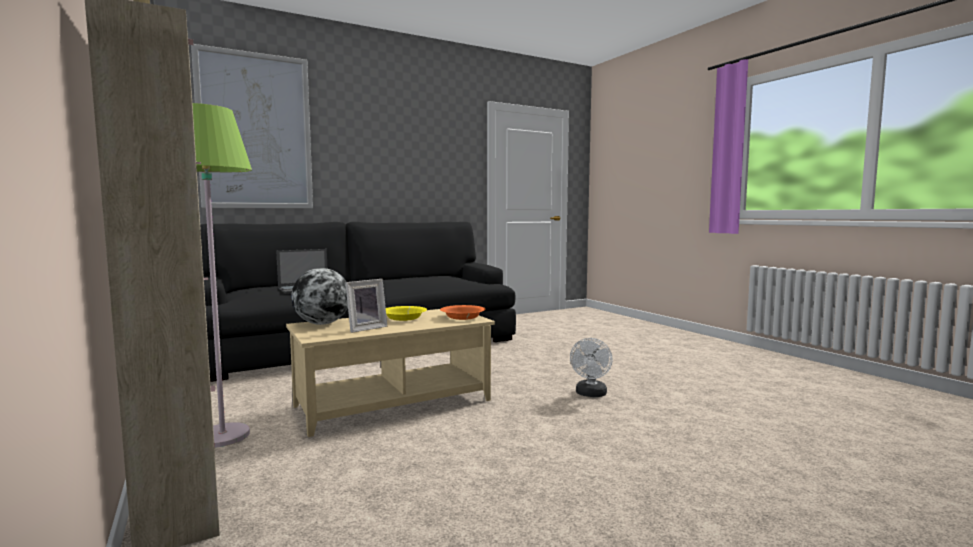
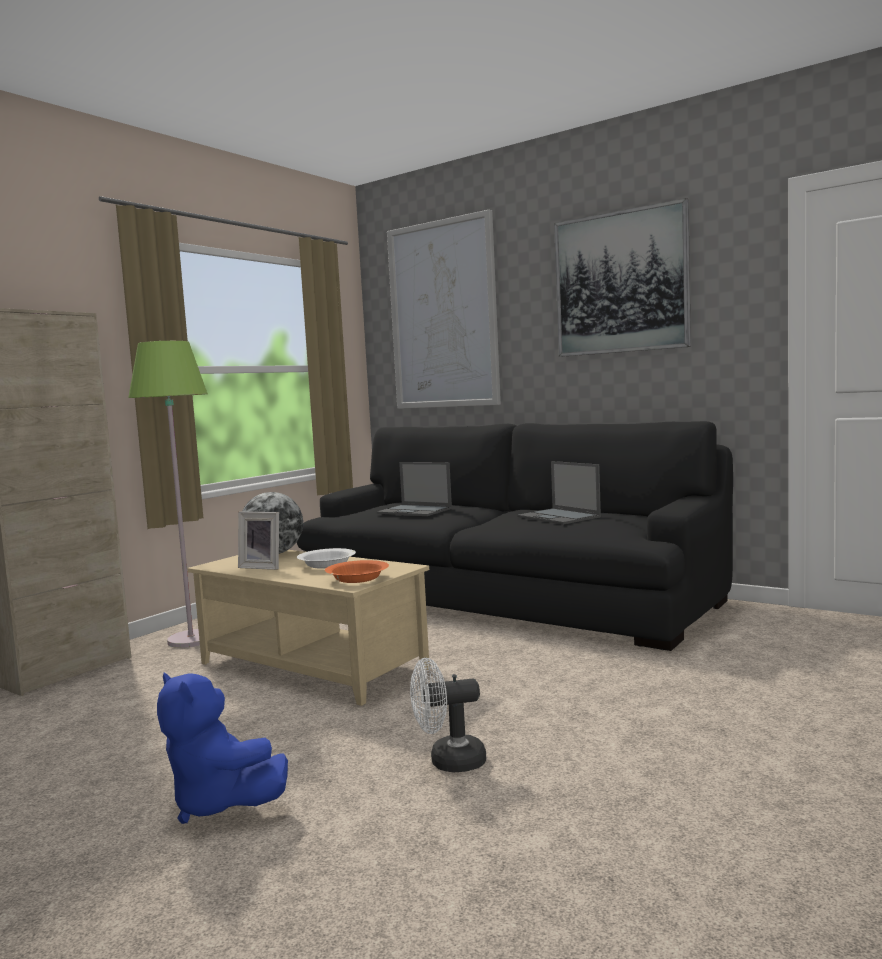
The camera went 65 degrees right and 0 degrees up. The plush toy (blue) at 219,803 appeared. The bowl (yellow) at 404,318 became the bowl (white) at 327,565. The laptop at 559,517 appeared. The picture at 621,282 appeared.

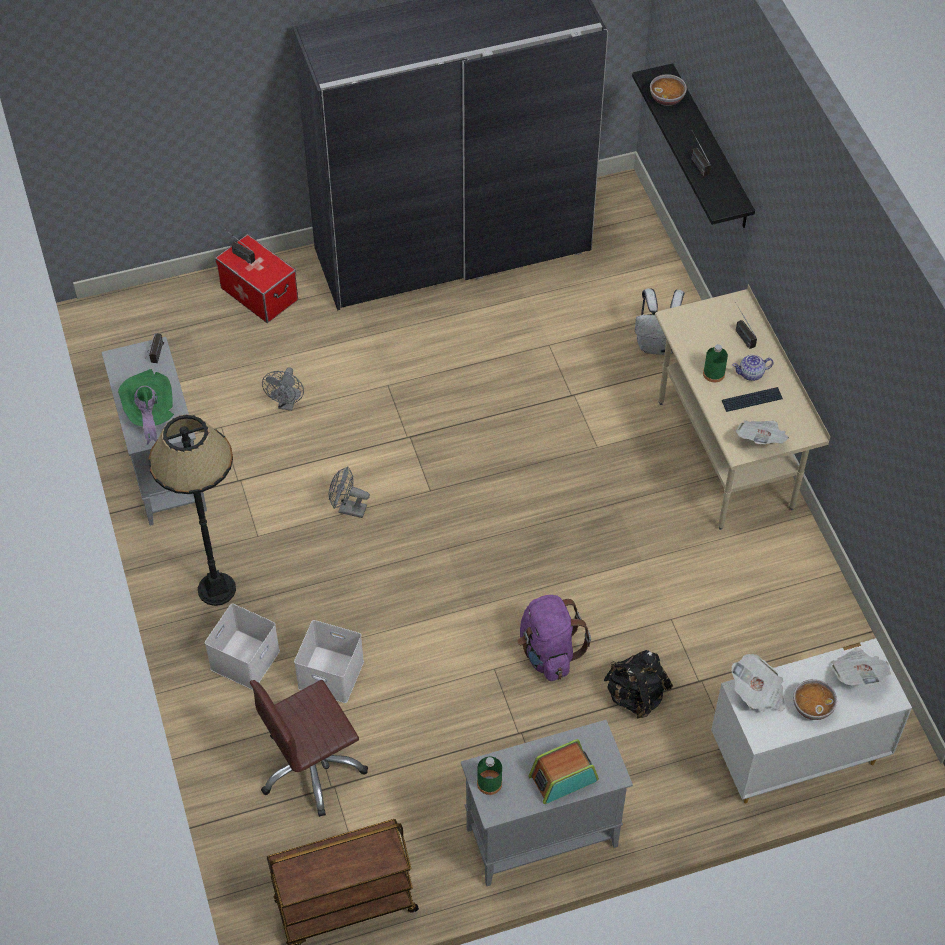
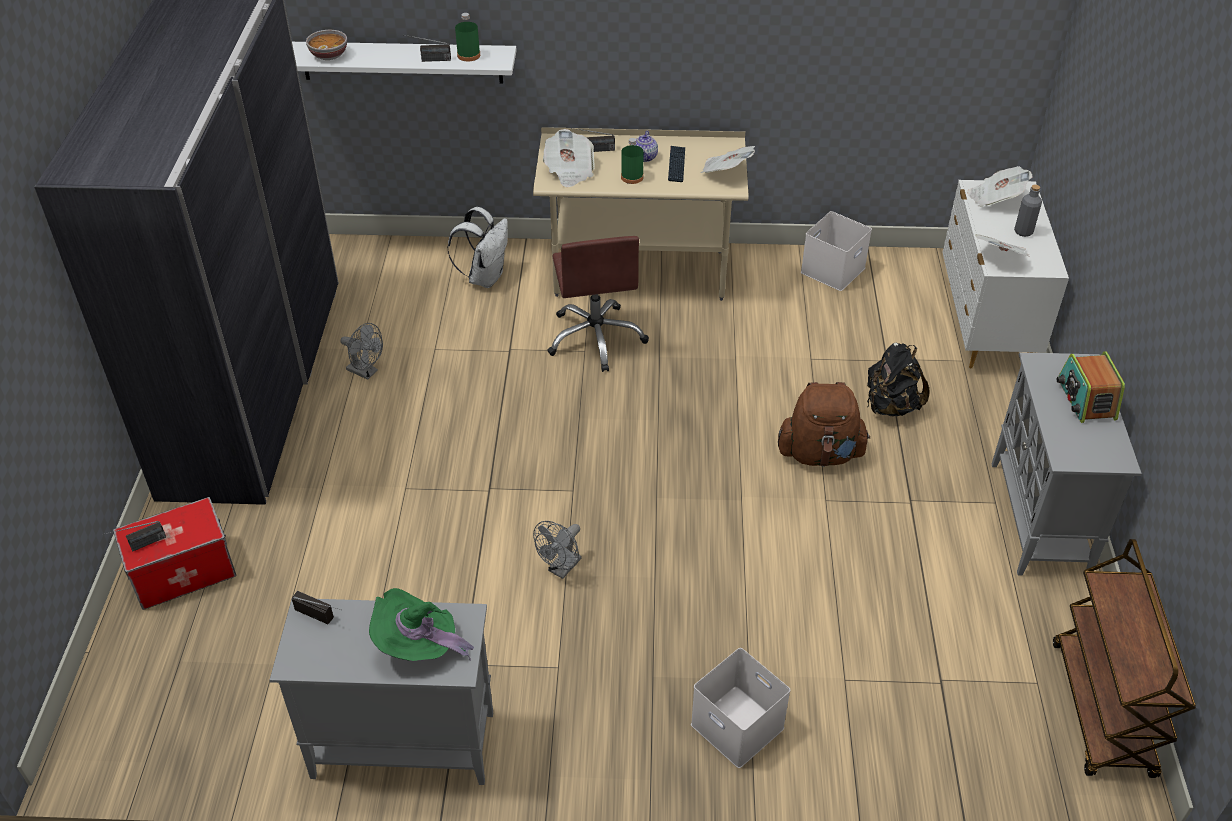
The camera went 70 degrees left and 10 degrees down. The shelf (black) at 710,148 became the shelf (white) at 402,62. The fan (grey) moved from 287,404 to 366,372. The bottle (green) moved from 489,783 to 468,55. The newspaper at 569,171 appeared. The office chair (brown) moved from 312,768 to 596,338. The backpack (purple) at 548,653 became the backpack (brown) at 820,453. The storage box (white) moved from 332,674 to 832,269. The bowl at 812,706 was replaced by the bottle (grey) at 1023,231. The floor lamp (black) at 217,589 disappeared.

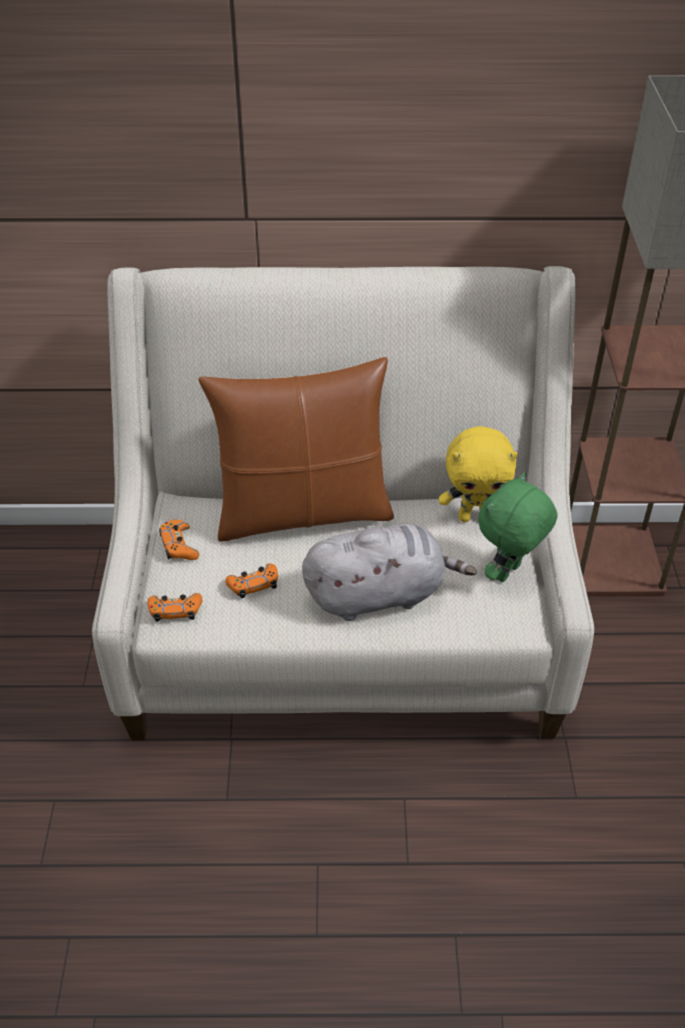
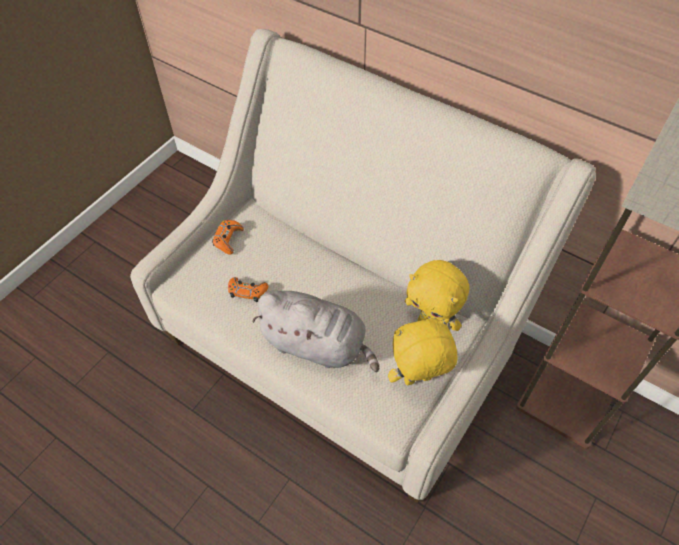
The camera went 35 degrees right and 10 degrees up. The plush toy (green) at 508,573 became the plush toy (yellow) at 417,381. The game controller (orange) at 175,610 disappeared. The pillow (brown) at 303,512 disappeared.

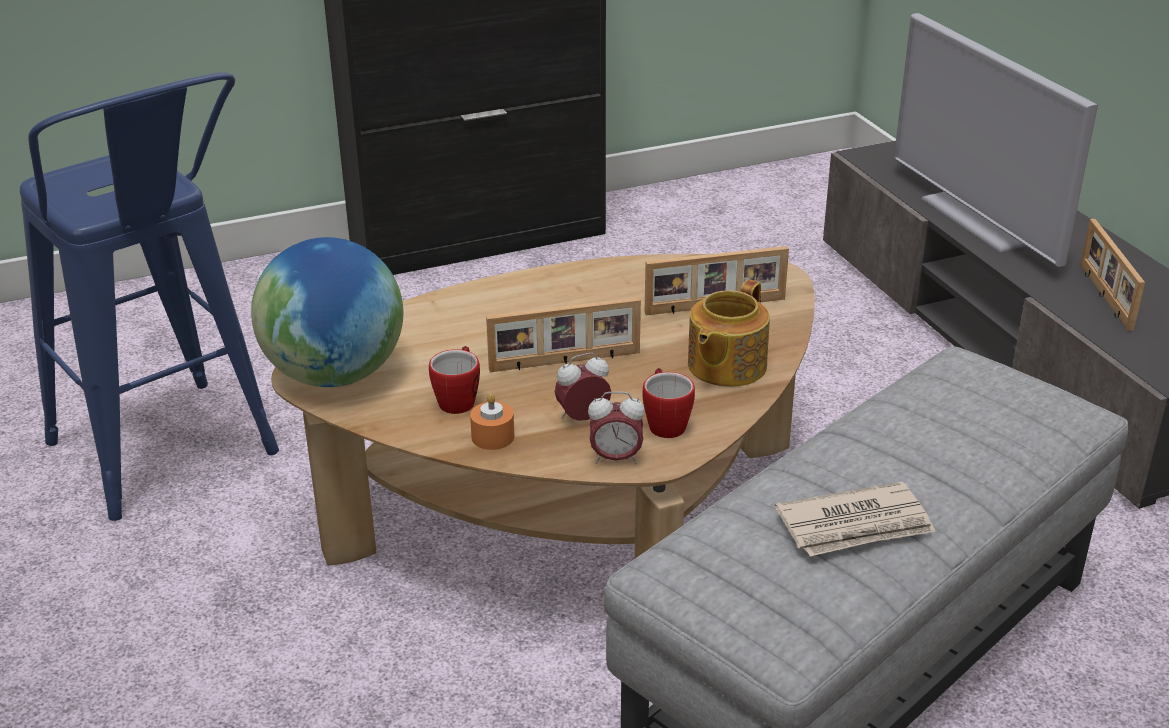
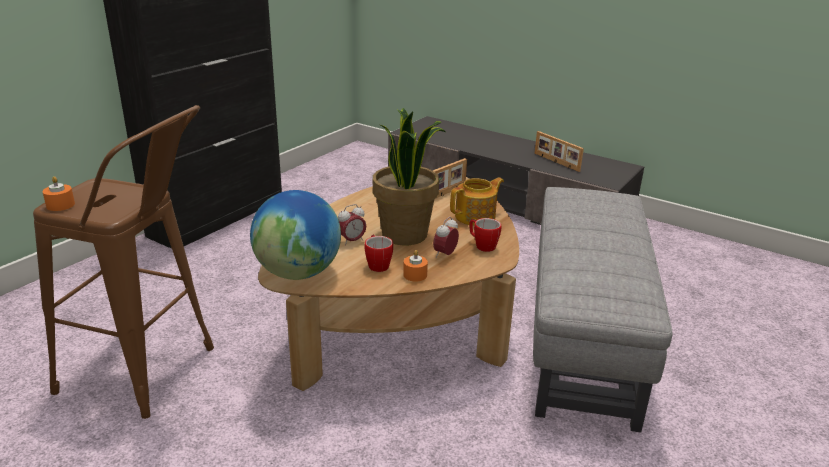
The camera went 35 degrees left and 5 degrees down. The stool (blue) at 172,460 became the stool (brown) at 150,374. The candle (orange) at 60,205 appeared. The alarm clock moved from 616,458 to 352,241. The picture frame at 565,362 was replaced by the potted plant at 405,235. The teapot at 725,366 turned 120 degrees counterclockwise. The newspaper at 856,525 disappeared. The television at 978,220 disappeared.

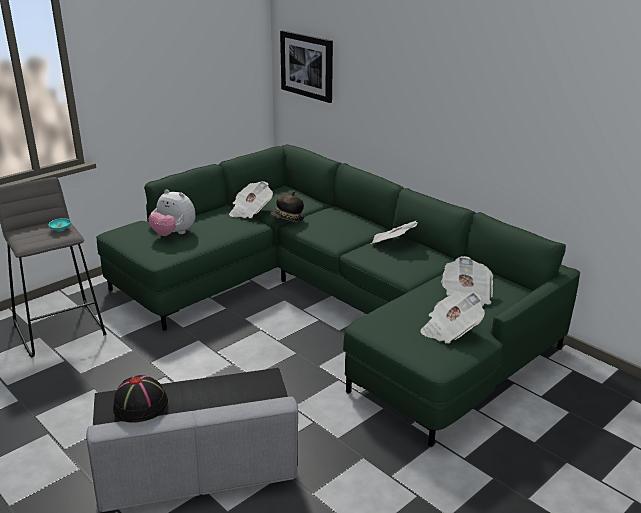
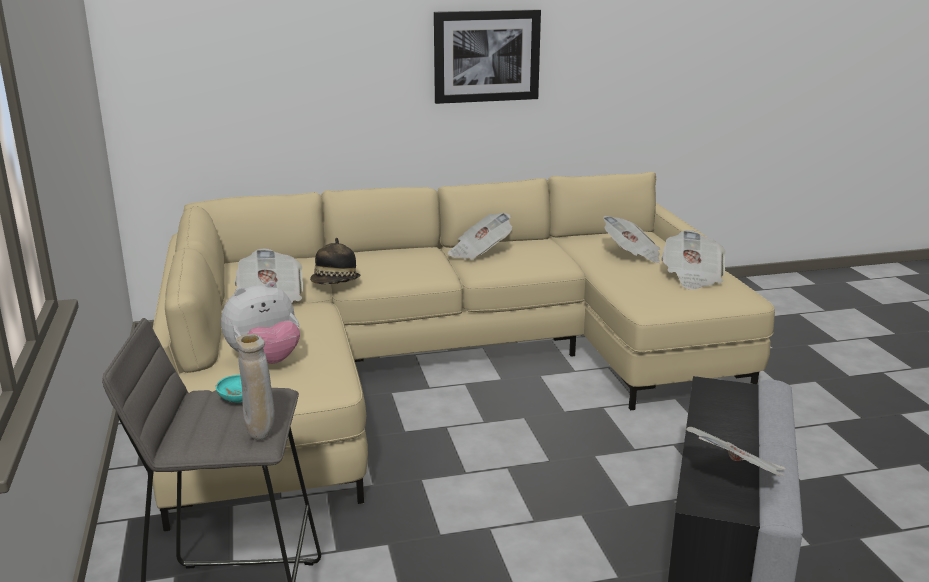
The camera went 60 degrees left and 5 degrees down. The sofa (green) at 332,303 became the sofa (beige) at 436,366. The vase (beige) at 261,435 appeared. The picture moved from 307,65 to 486,56. The hat (black) at 141,405 was replaced by the newspaper at 736,475.

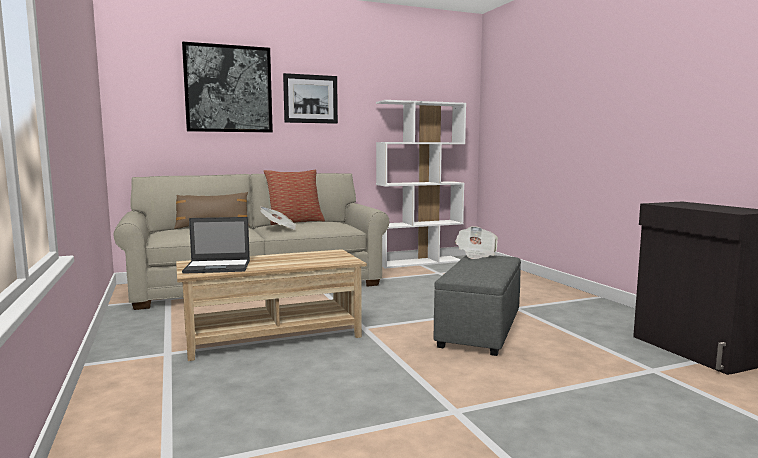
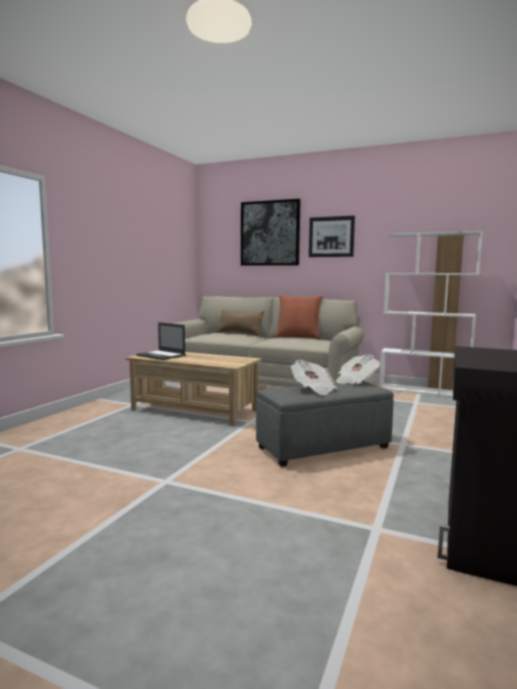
The camera went 45 degrees right and 0 degrees up. The newspaper moved from 279,228 to 313,389.

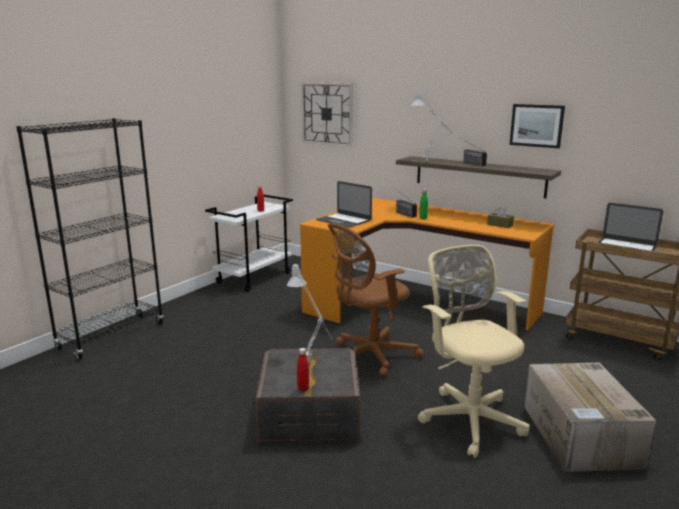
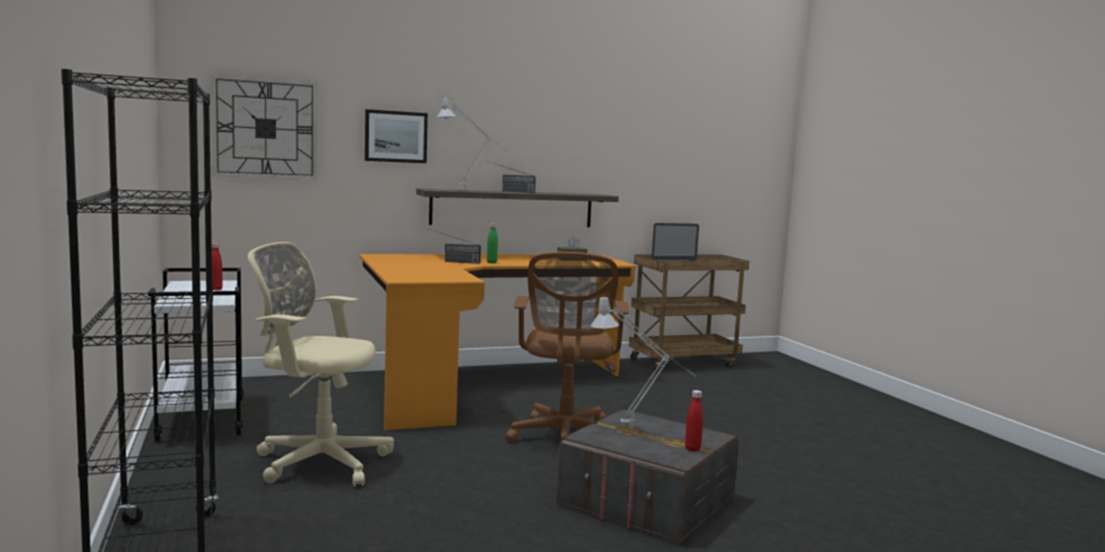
The camera went 55 degrees left and 10 degrees down. The office chair (beige) moved from 469,418 to 317,461. The picture moved from 536,125 to 396,136. The laptop at 343,220 disappeared. The cardboard box at 581,436 disappeared.

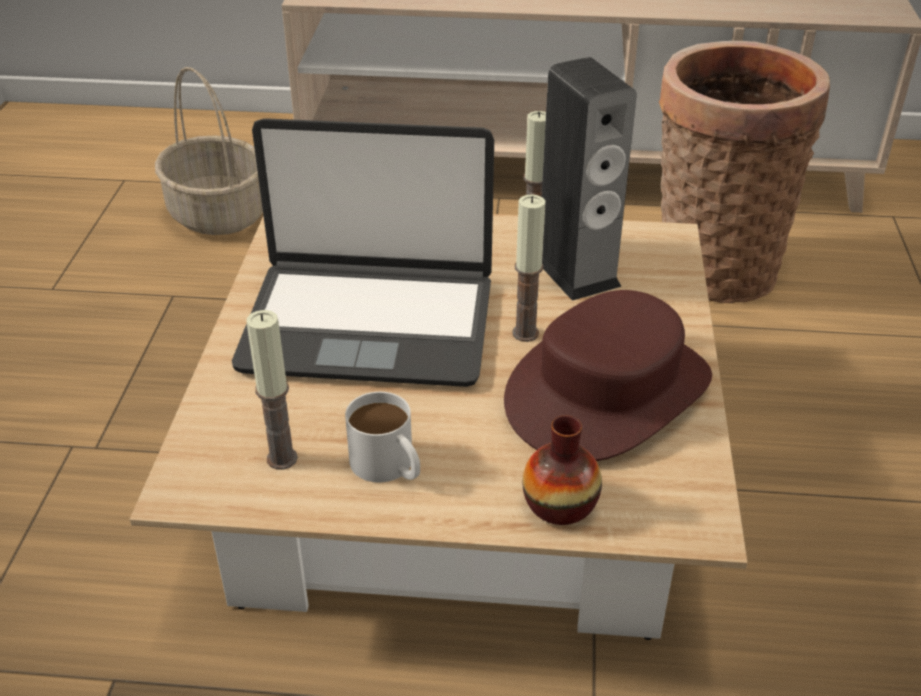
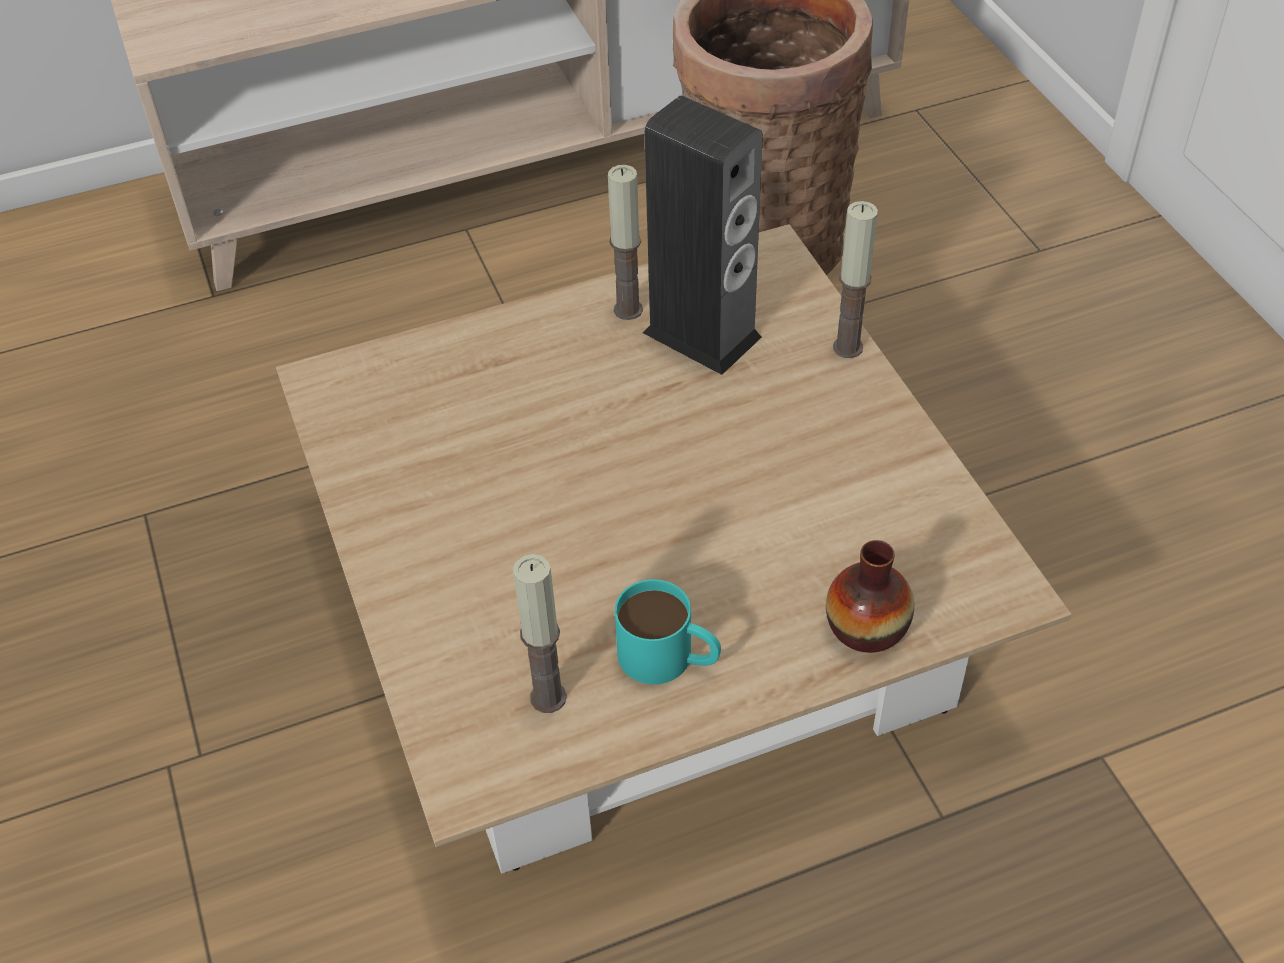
The camera went 25 degrees left and 10 degrees up. The mug (white) at 389,467 became the mug (turquoise) at 669,658. The candle moved from 525,333 to 847,347. The basket at 217,214 disappeared. The laptop at 369,323 disappeared. The hat (brown) at 607,391 disappeared.

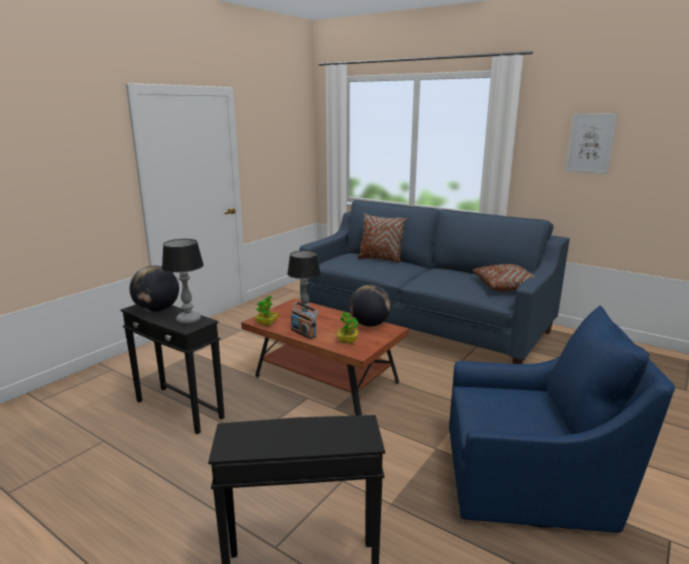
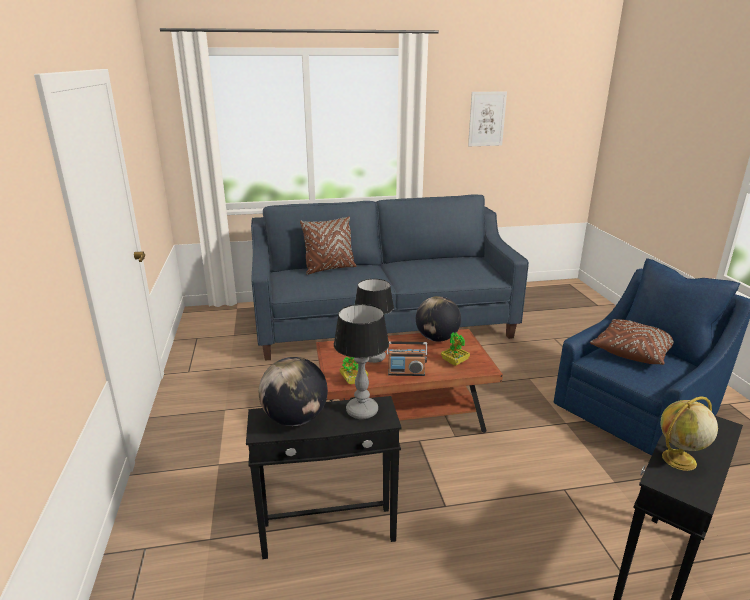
The camera went 45 degrees left and 5 degrees up. The pillow (brown) moved from 506,287 to 632,351. The globe at 678,460 appeared.

